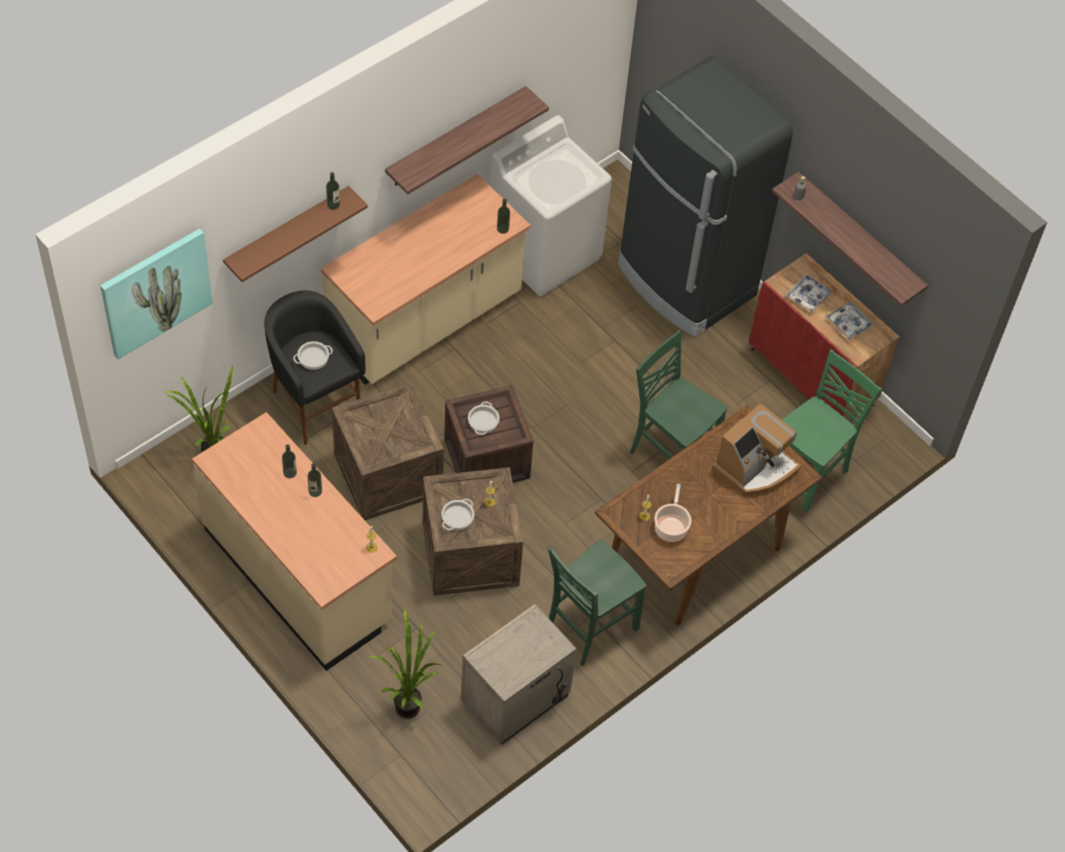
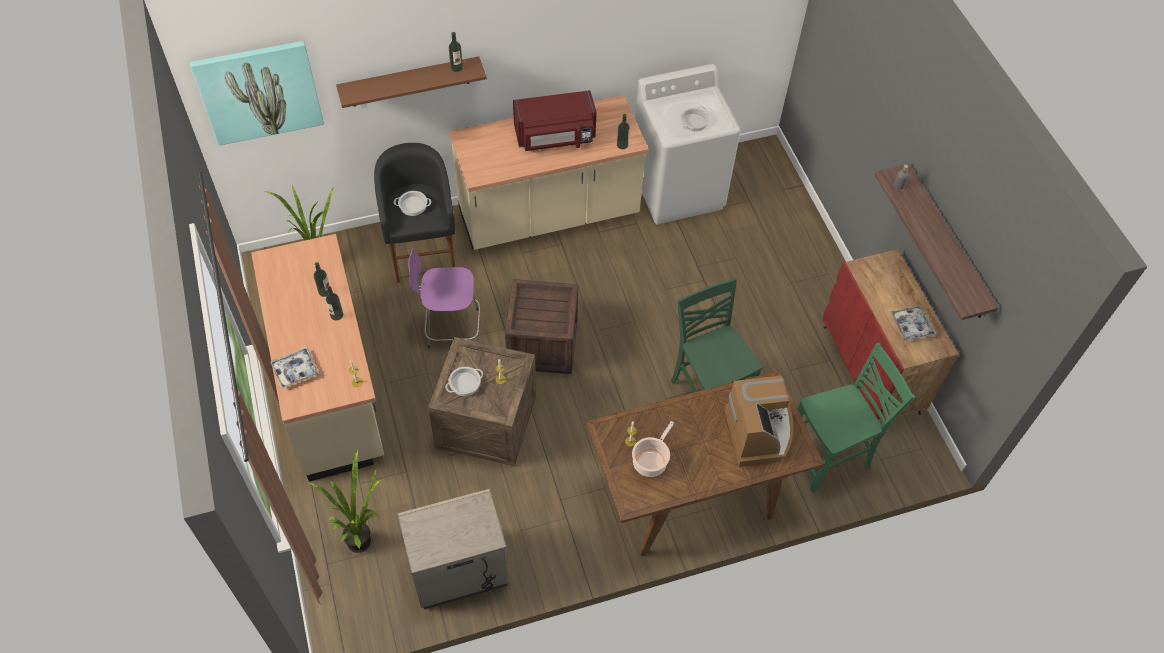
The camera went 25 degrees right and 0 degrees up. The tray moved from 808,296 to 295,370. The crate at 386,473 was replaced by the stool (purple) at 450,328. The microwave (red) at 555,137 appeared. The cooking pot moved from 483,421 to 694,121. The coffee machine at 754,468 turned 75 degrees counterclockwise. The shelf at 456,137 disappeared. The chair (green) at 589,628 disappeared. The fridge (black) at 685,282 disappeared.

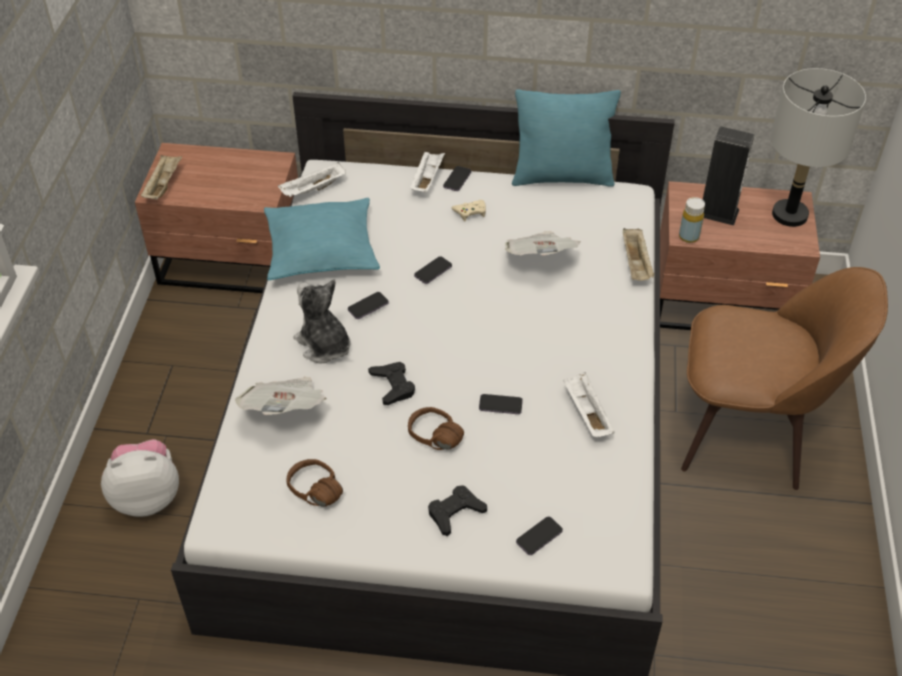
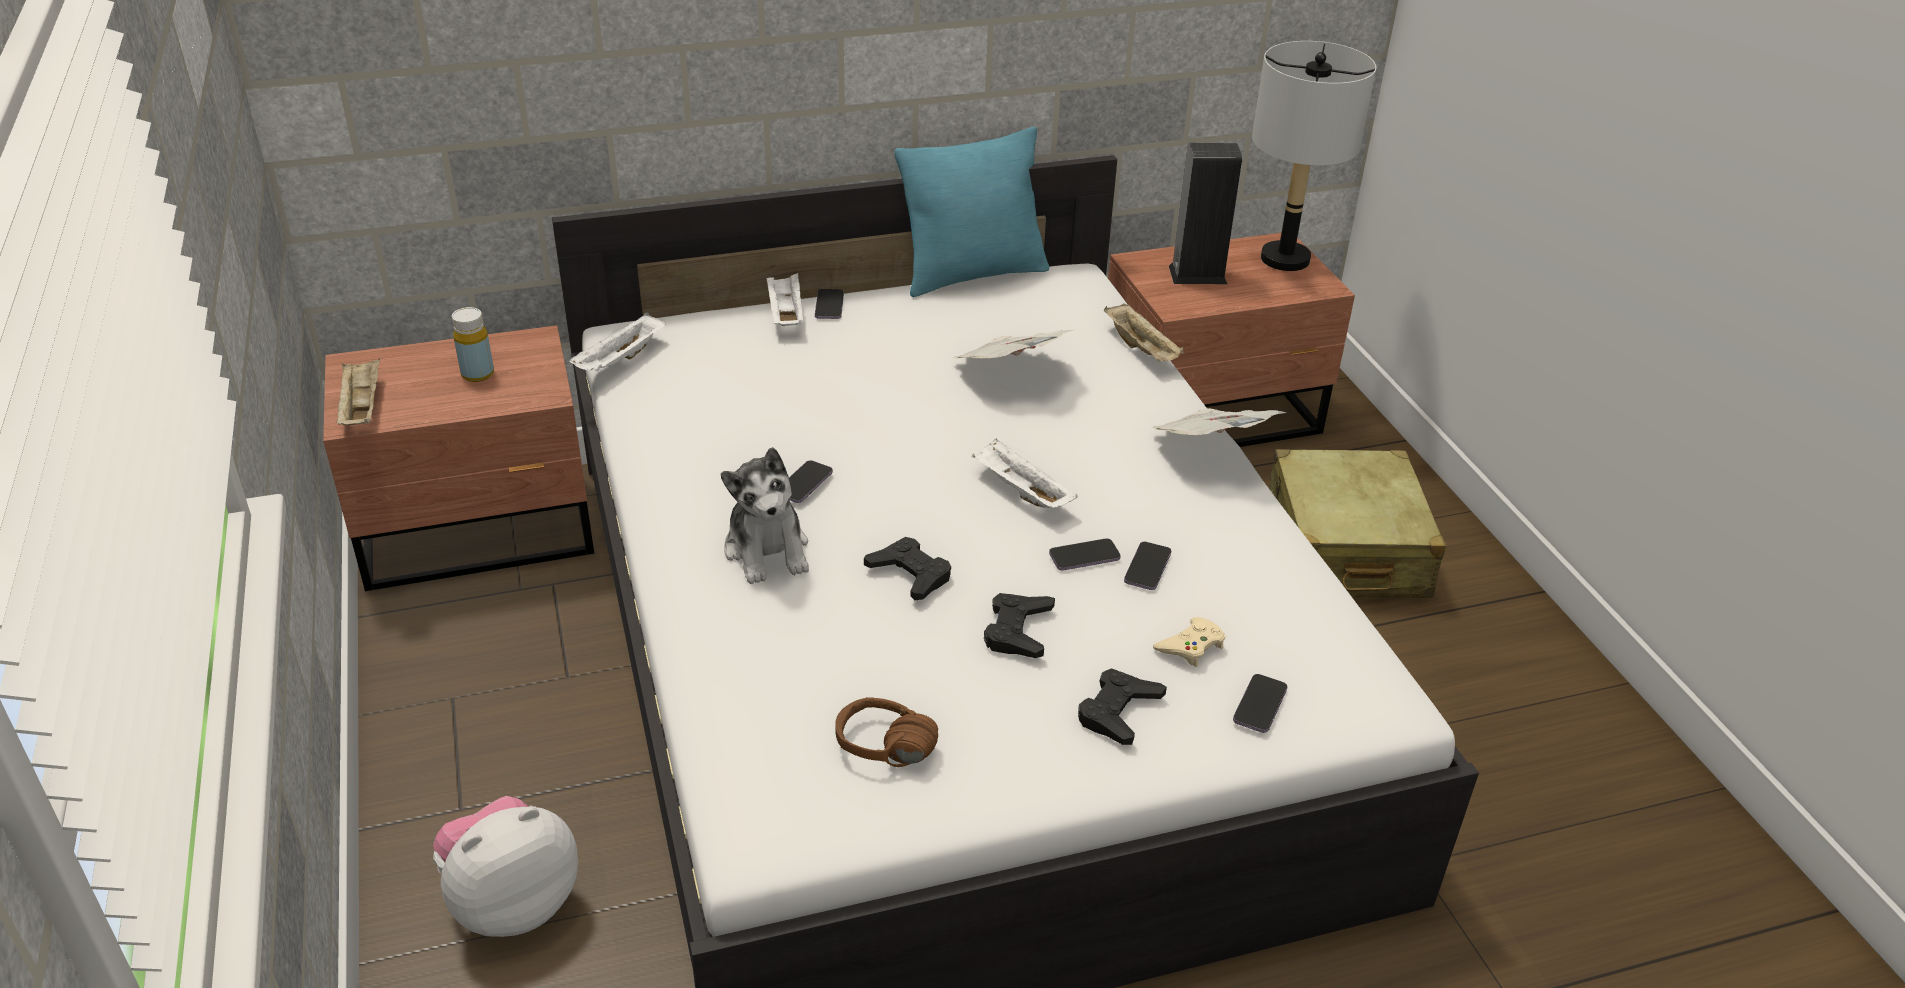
The camera went 25 degrees left and 10 degrees down. The bottle (yellow) moved from 689,236 to 477,374. The plush toy at 324,345 turned 135 degrees counterclockwise. The tray (white) moved from 586,413 to 1020,491. The headphones (brown) at 430,442 was replaced by the game controller (black) at 1018,631. The phone moved from 433,271 to 1147,568. The newspaper moved from 286,410 to 1212,448. The game controller (beige) moved from 470,212 to 1191,646. The chair (brown) at 750,430 was replaced by the suitcase (beige) at 1345,549. The pillow (turquoise) at 321,250 disappeared.

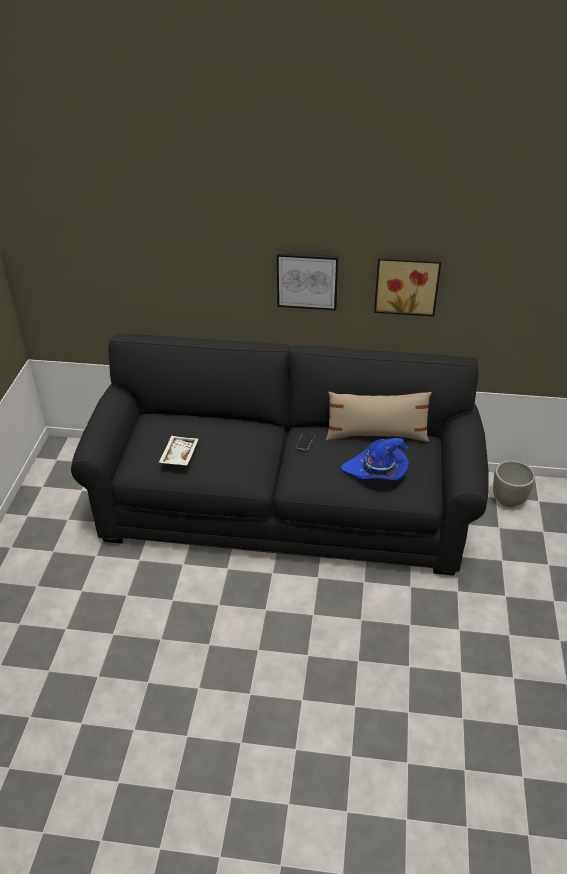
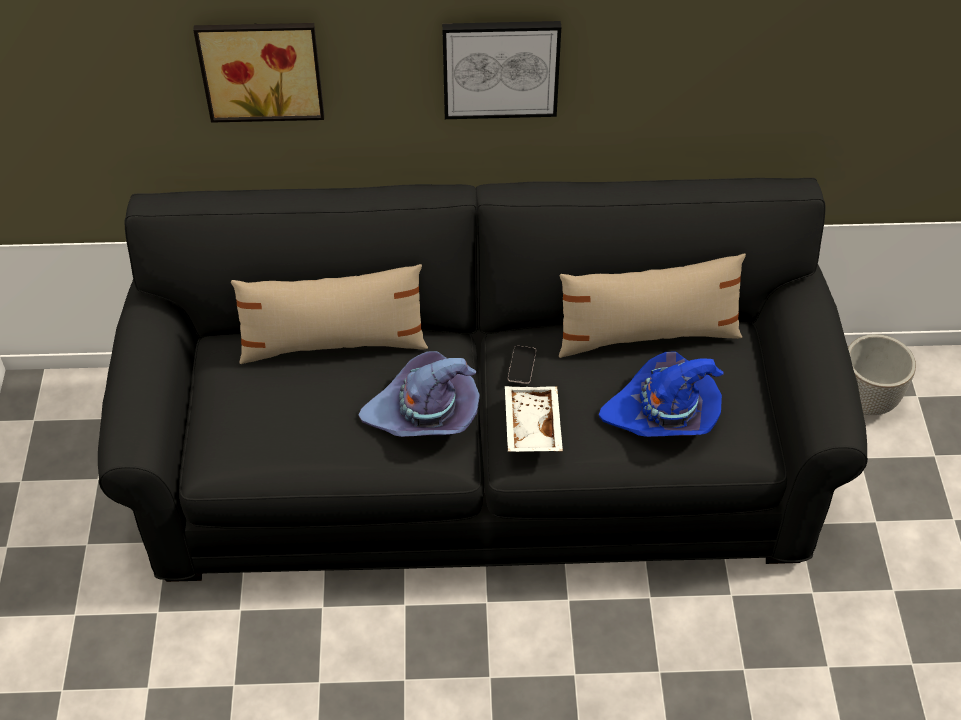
The camera went 10 degrees left and 10 degrees up. The picture moved from 406,285 to 261,68. The pillow (beige) at 333,344 appeared. The hat (purple) at 425,413 appeared. The tray (white) moved from 178,455 to 530,426.

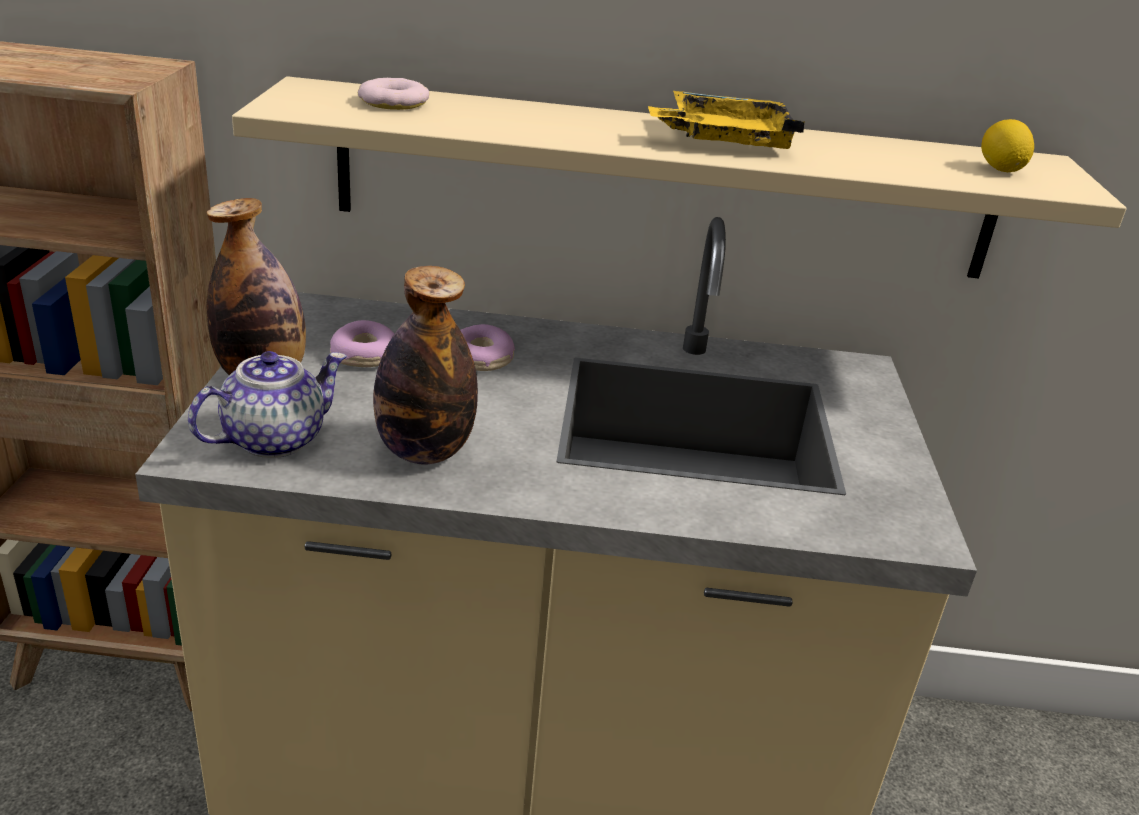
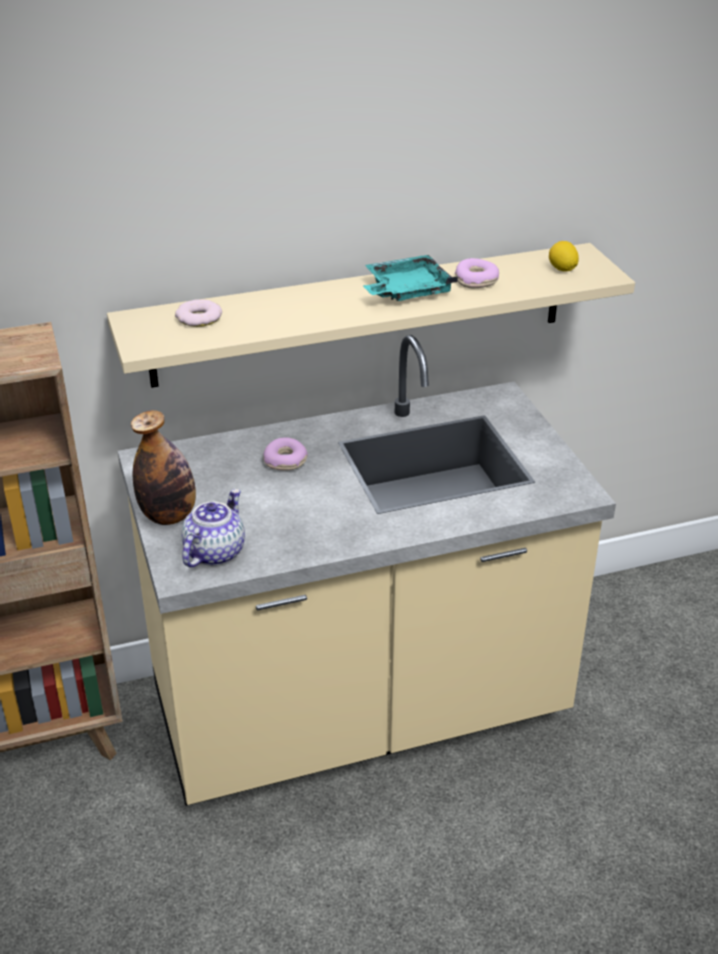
The camera went 20 degrees left and 5 degrees up. The tray (yellow) at 724,139 became the tray (turquoise) at 406,291. The donut moved from 365,356 to 476,281. The bottle at 424,451 disappeared.

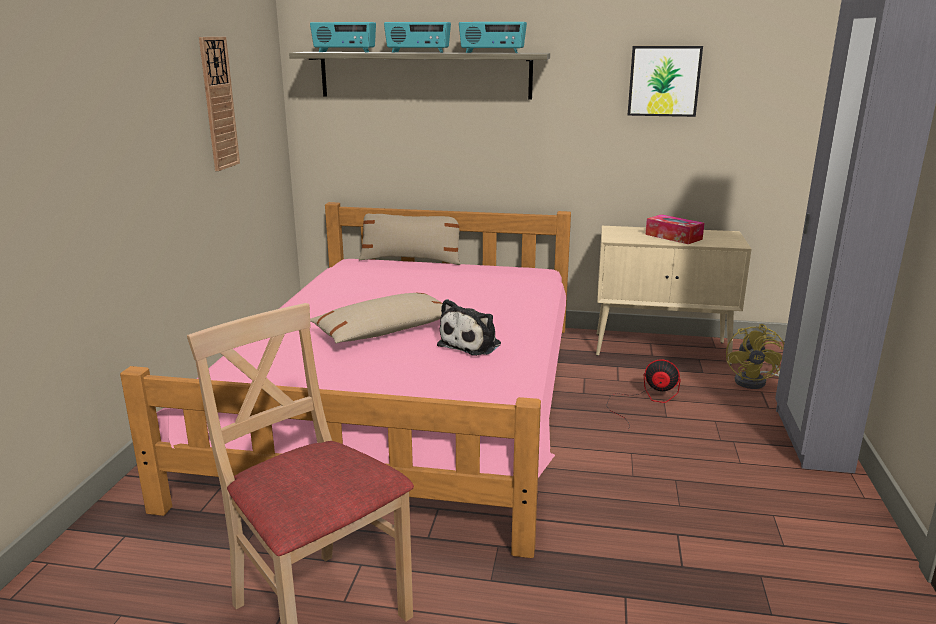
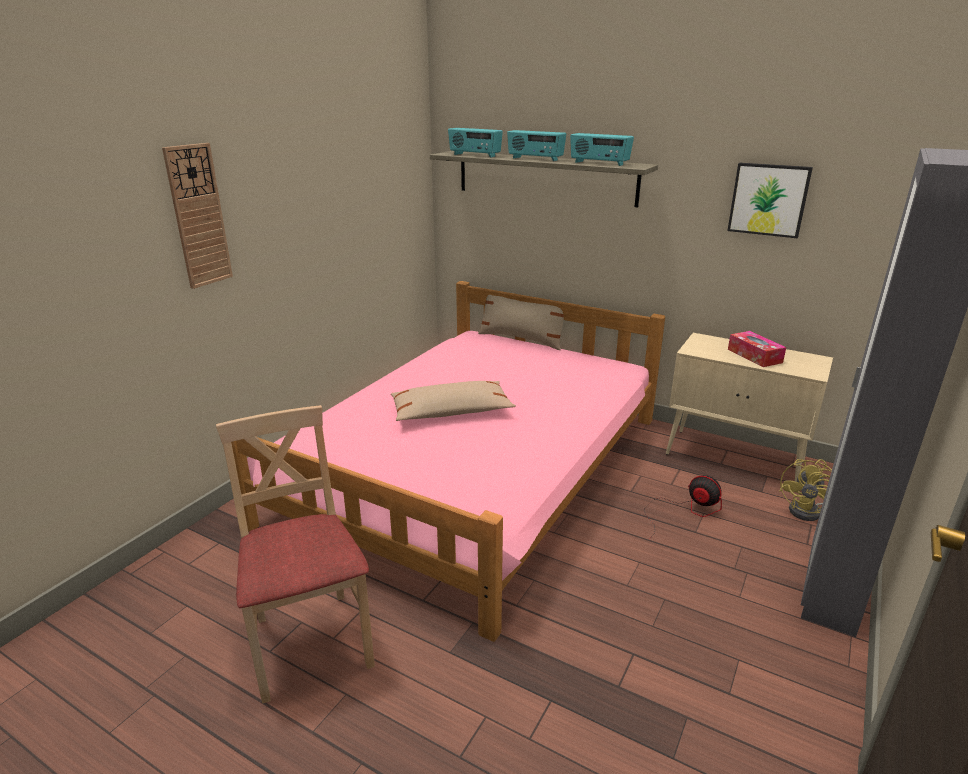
The camera went 20 degrees right and 5 degrees up. The wall clock moved from 218,103 to 198,216. The plush toy at 472,344 disappeared.

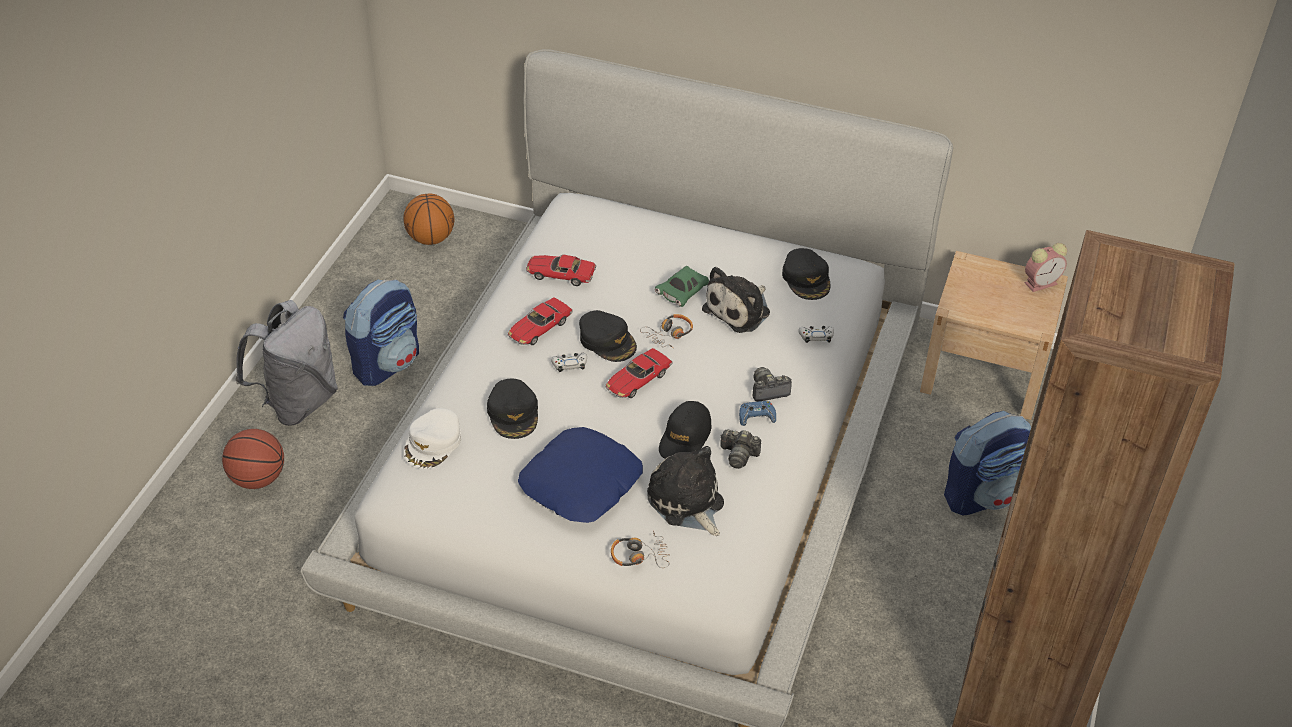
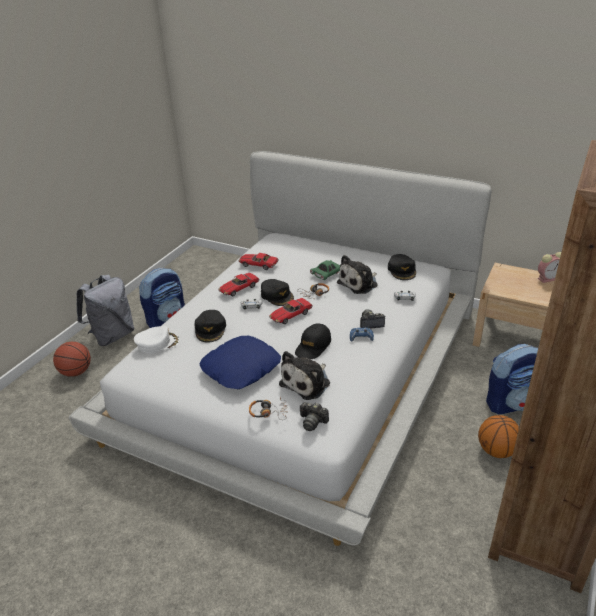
The camera went 10 degrees right and 10 degrees down. The cap (white) at 433,443 turned 135 degrees counterclockwise. The plush toy at 687,503 turned 120 degrees counterclockwise. The photo camera moved from 739,455 to 312,422. The basketball moved from 431,239 to 497,451.

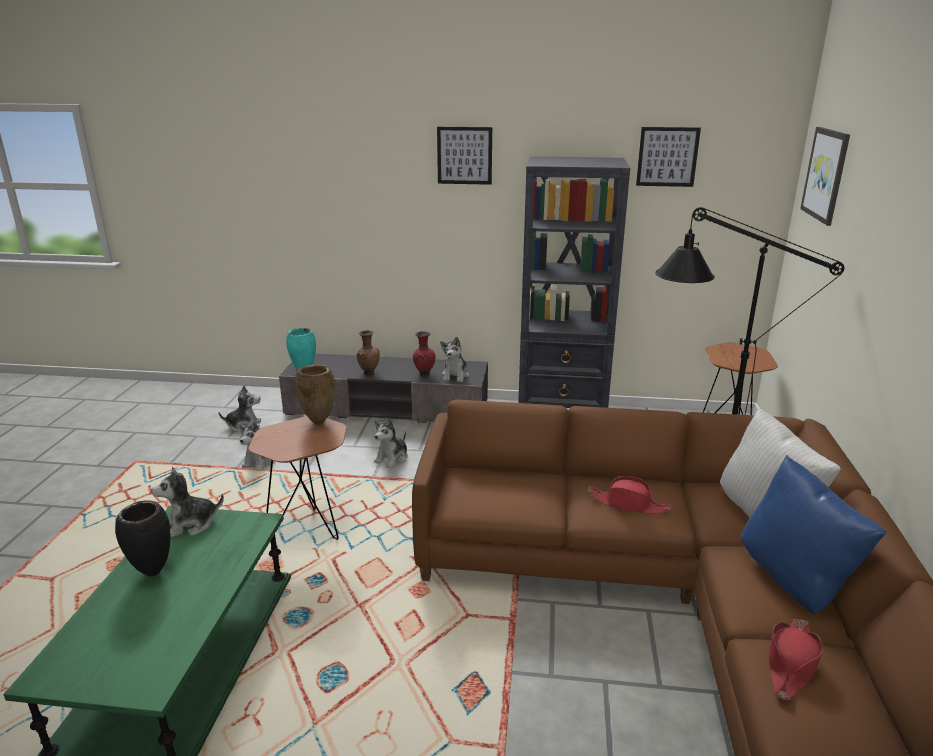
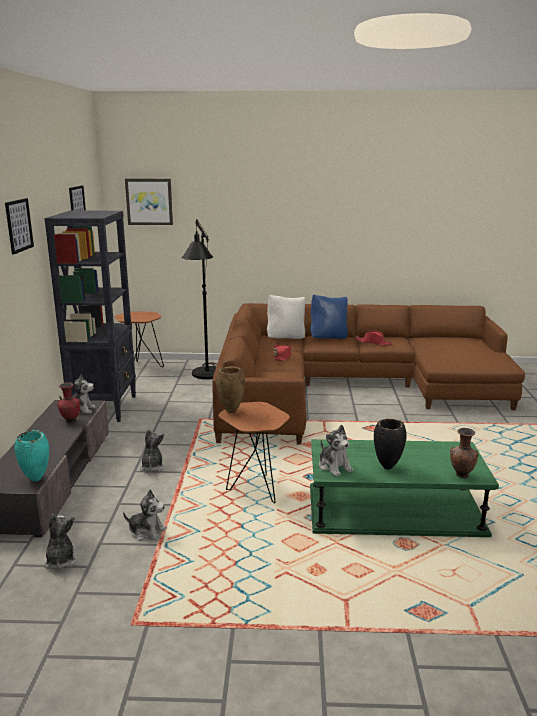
The camera went 95 degrees left and 5 degrees down. The plush toy at 392,458 turned 120 degrees counterclockwise. The vase (brown) moved from 368,373 to 461,475.

